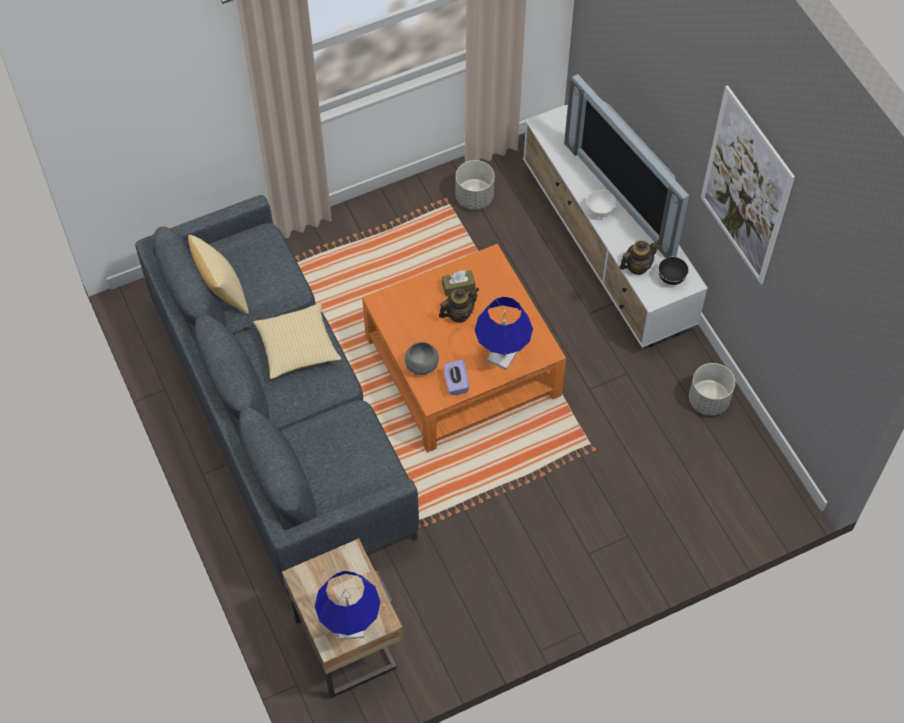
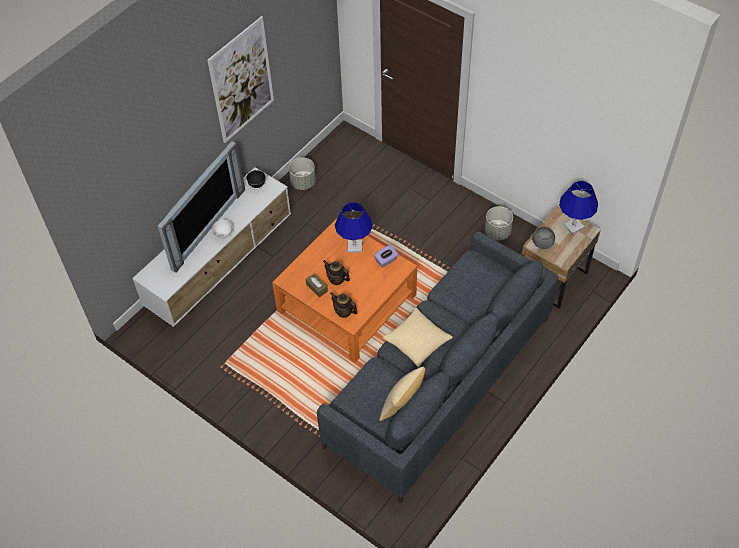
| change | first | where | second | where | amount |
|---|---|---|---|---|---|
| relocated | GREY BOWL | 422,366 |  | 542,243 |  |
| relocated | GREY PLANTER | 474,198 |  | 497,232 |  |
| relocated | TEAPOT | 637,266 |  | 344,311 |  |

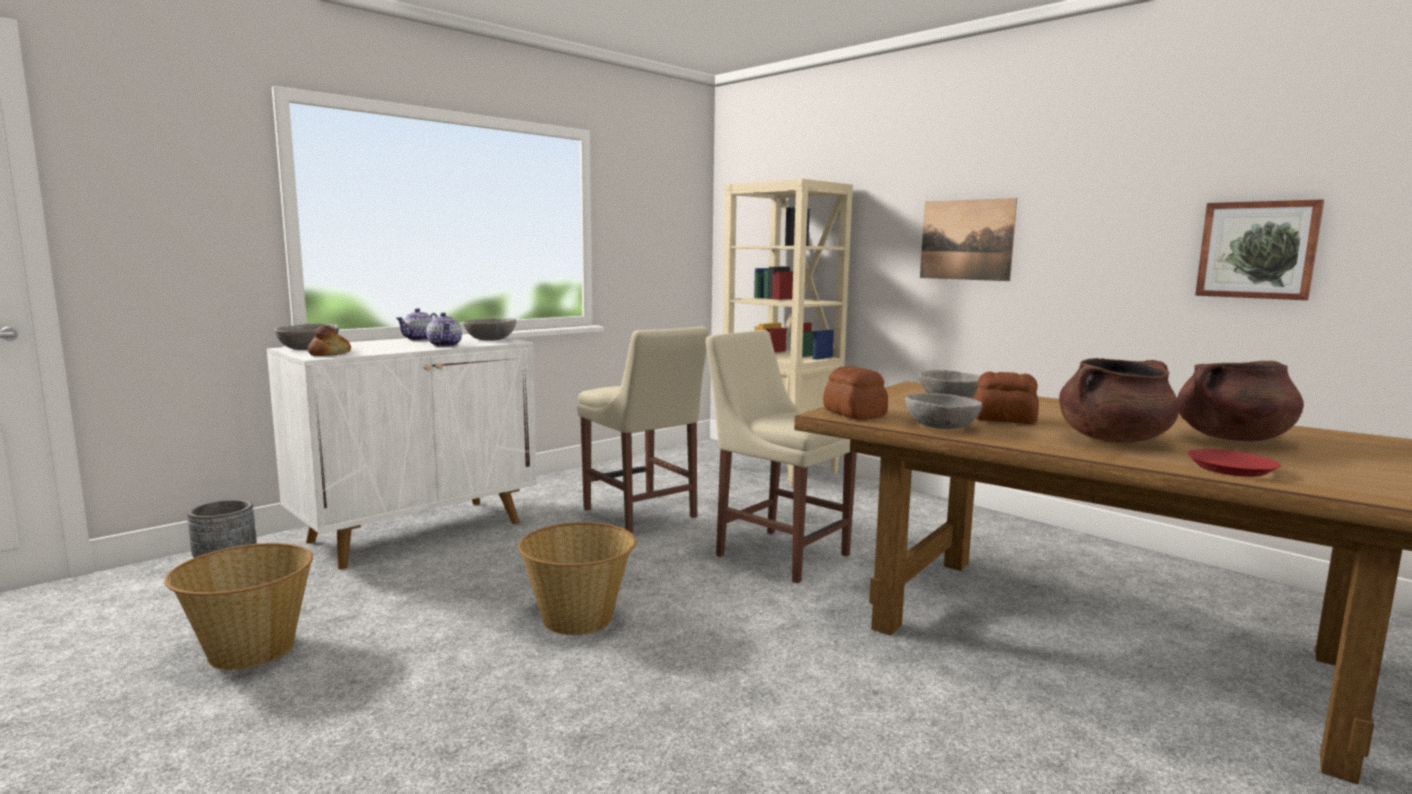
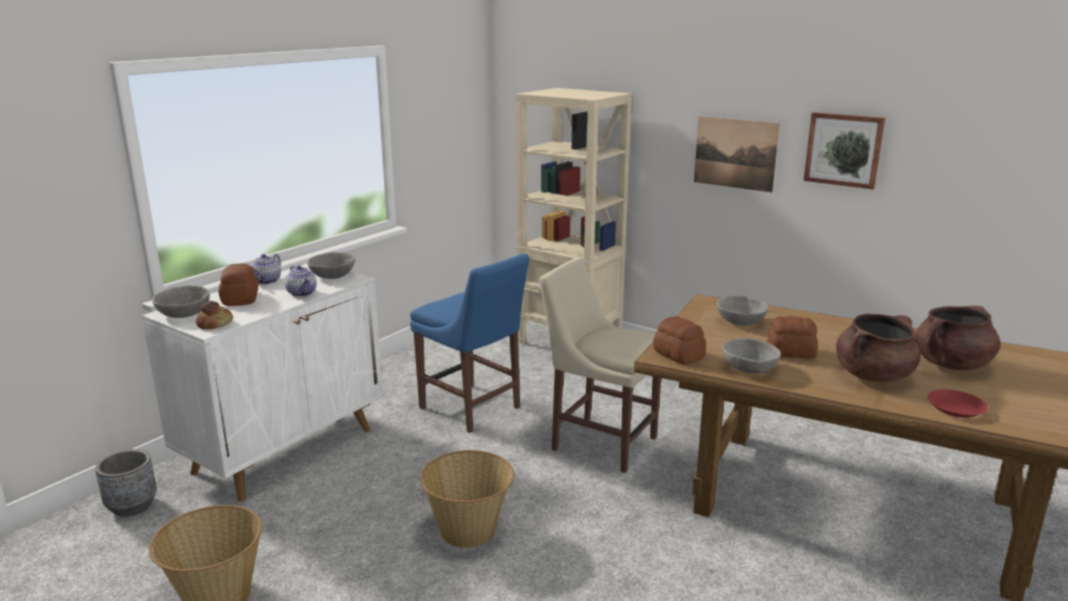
| change | first | where | second | where | amount |
|---|---|---|---|---|---|
| appeared |  |  | BREAD | 241,299 |  |
| relocated | PICTURE | 1257,250 |  | 844,149 |  |
| colour | BEIGE CHAIR | 642,515 | BLUE CHAIR | 473,409 |  |

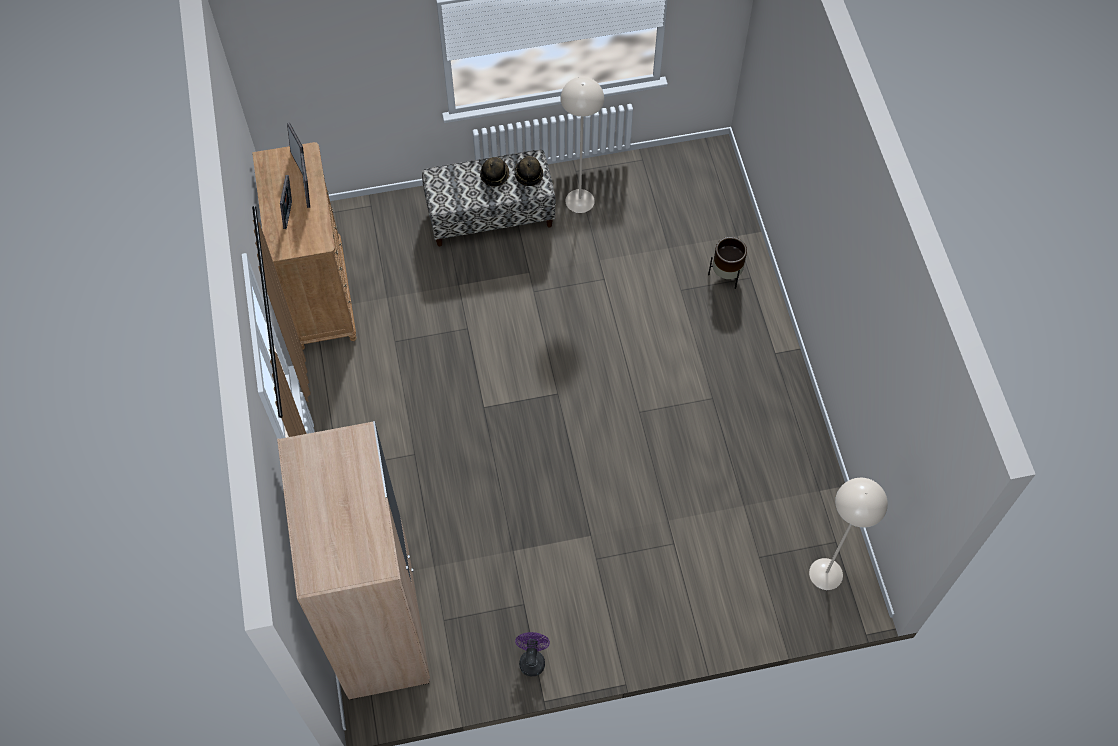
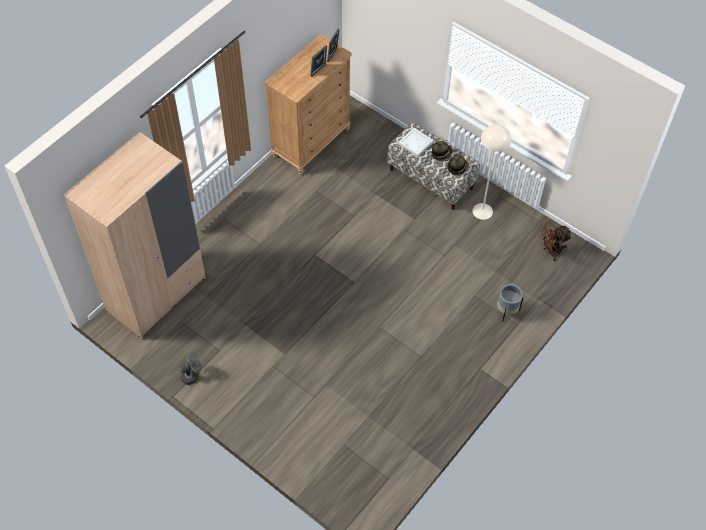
| change | first | where | second | where | amount |
|---|---|---|---|---|---|
| missing | PICTURE FRAME | 290,215 |  |  |  |
| missing | BEIGE FLOOR LAMP | 825,574 |  |  |  |
| appeared |  |  | WHITE TRAY | 415,143 |  |
| appeared |  |  | BROWN FAN | 550,252 |  |
| colour | PURPLE FAN | 532,659 | GREY FAN | 192,375 |  |
| colour | BROWN PLANTER | 726,275 | GREY PLANTER | 506,311 |  |

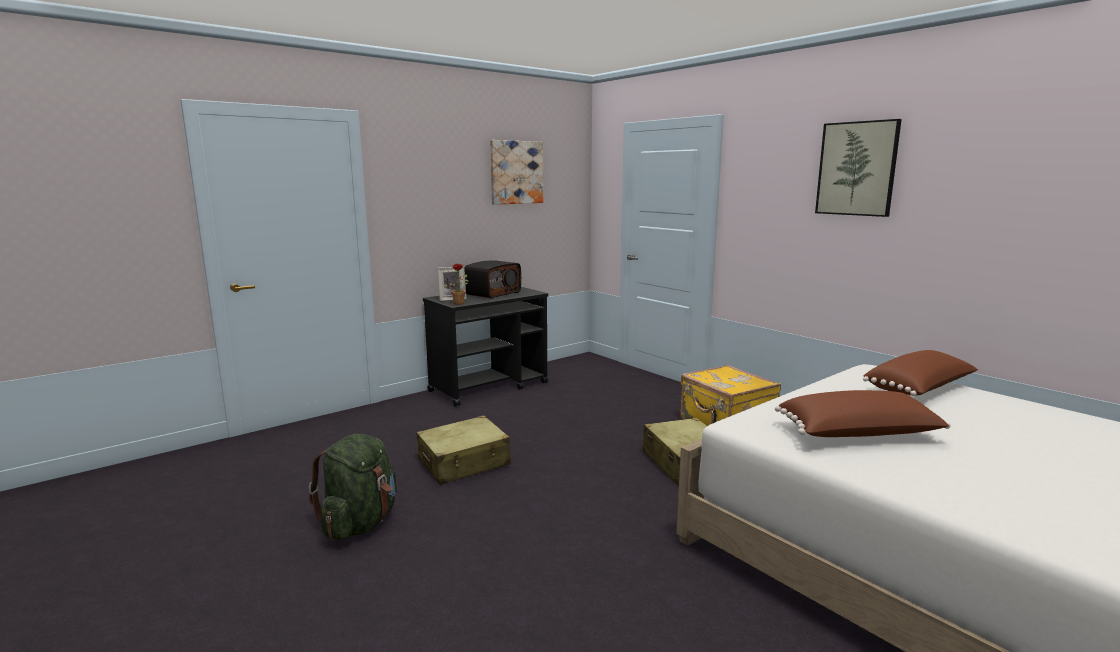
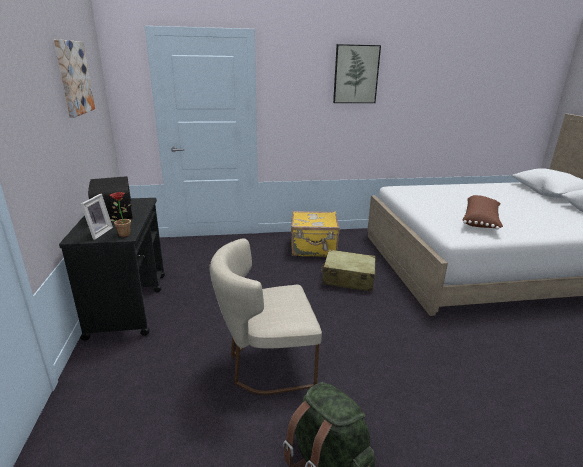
| change | first | where | second | where | amount |
|---|---|---|---|---|---|
| missing | BROWN PILLOW | 920,389 |  |  |  |
| exchanged | BEIGE SUITCASE | 464,462 | BEIGE CHAIR | 266,365 |  |

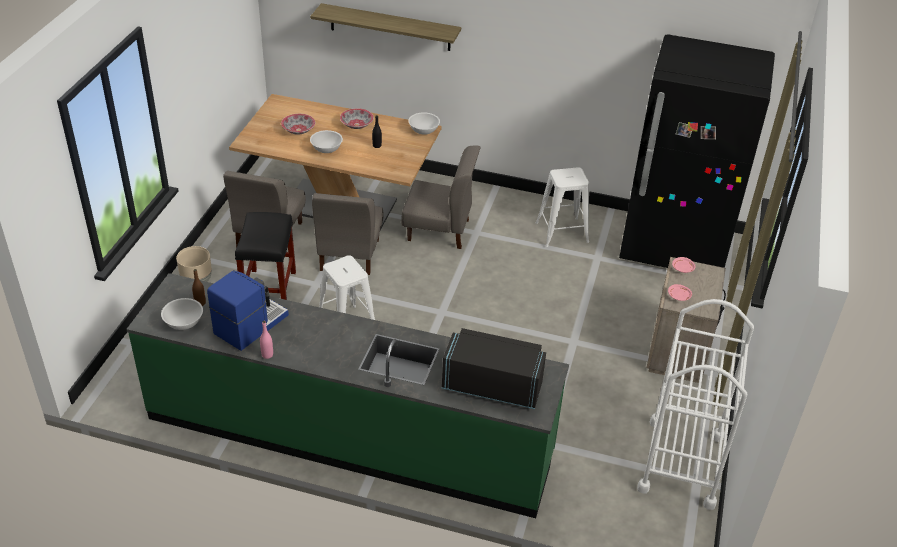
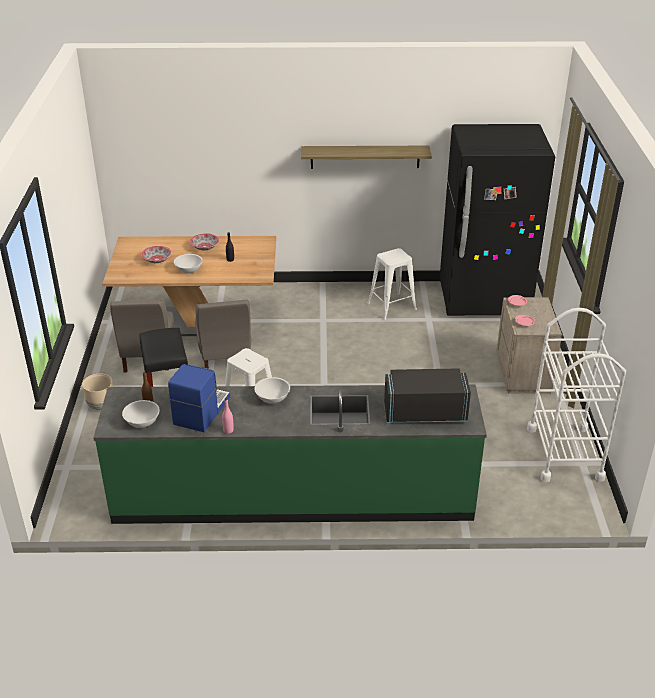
| change | first | where | second | where | amount |
|---|---|---|---|---|---|
| missing | GREY CHAIR | 439,230 |  |  |  |
| relocated | SHELF | 390,27 |  | 365,156 |  |
| relocated | WHITE BOWL | 424,130 |  | 272,398 |  |

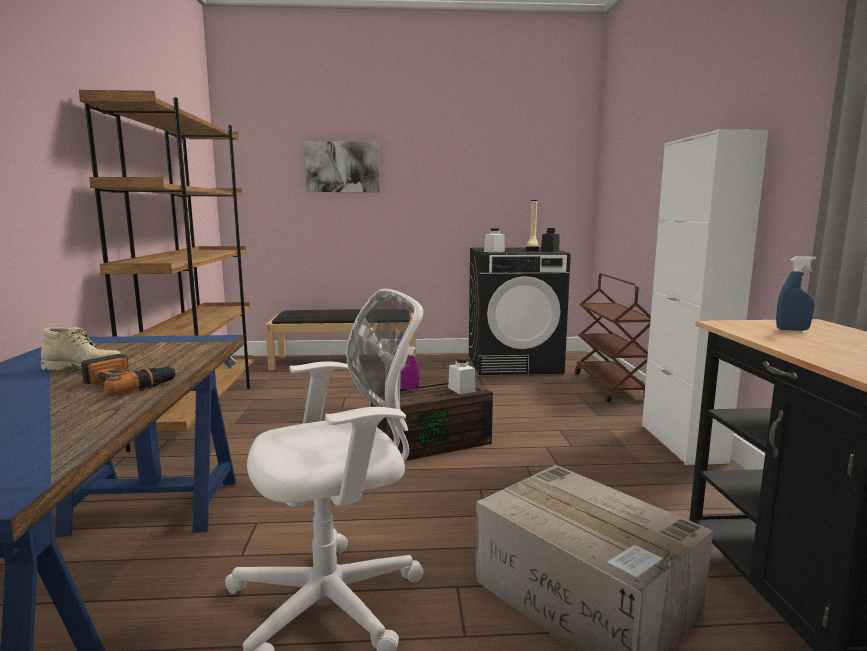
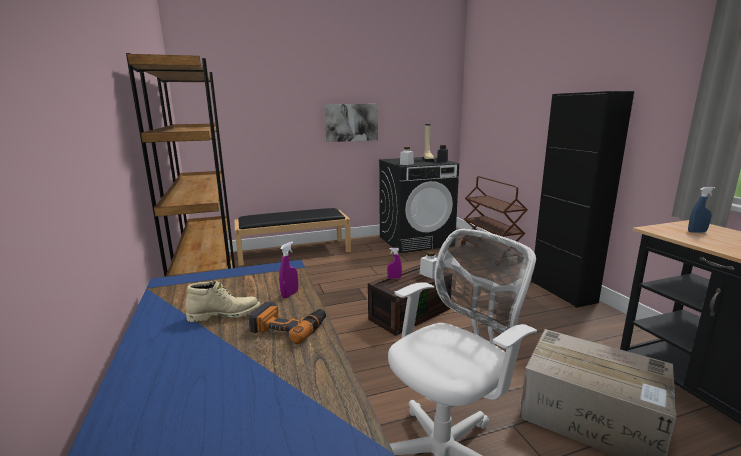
| change | first | where | second | where | amount |
|---|---|---|---|---|---|
| appeared |  |  | PURPLE SPRAY BOTTLE | 290,294 |  |
| relocated | PICTURE | 342,167 |  | 351,122 |  |
| colour | WHITE CABINET | 682,443 | BLACK CABINET | 562,292 |  |

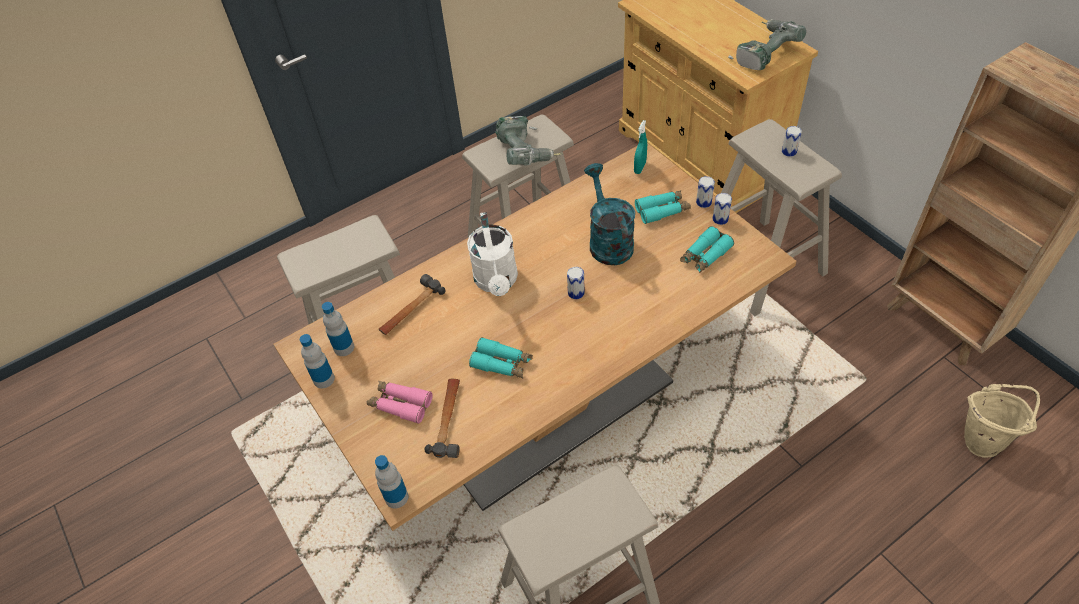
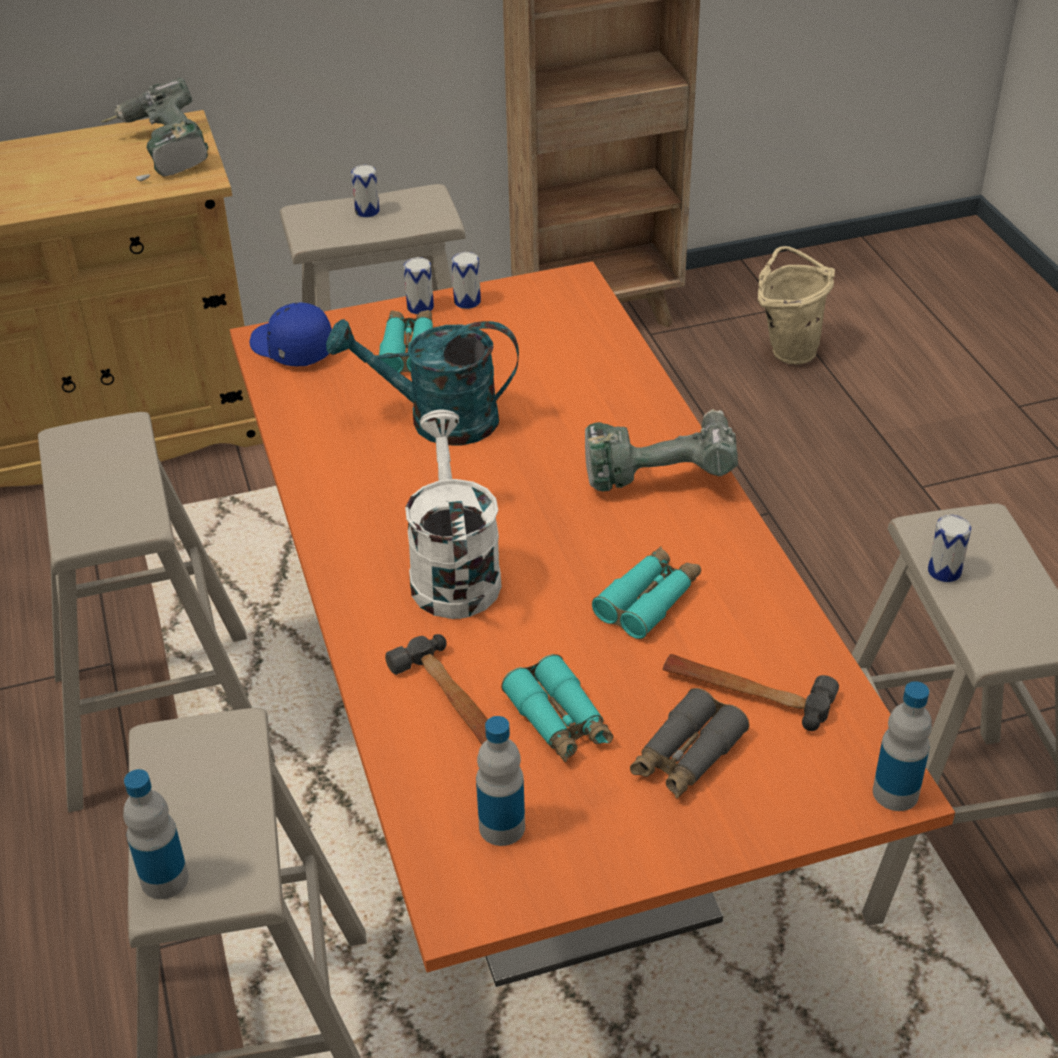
| change | first | where | second | where | amount |
|---|---|---|---|---|---|
| relocated | BOTTLE | 324,379 |  | 164,879 |  |
| relocated | POWER DRILL | 526,153 |  | 659,470 |  |
| relocated | CAN | 576,293 |  | 944,571 |  |
| relocated | TURQUOISE BINOCULARS | 705,255 |  | 559,721 |  |
| exchanged | TURQUOISE SPRAY BOTTLE | 640,168 | BLUE CAP | 291,349 |  |
| colour | BEIGE DINING TABLE | 548,405 | ORANGE DINING TABLE | 535,773 |  |
| colour | PINK BINOCULARS | 400,404 | GREY BINOCULARS | 686,756 |  |
| spun | WHITE WATERING CAN | 497,282 |  | 452,570 | 105 degrees counterclockwise |

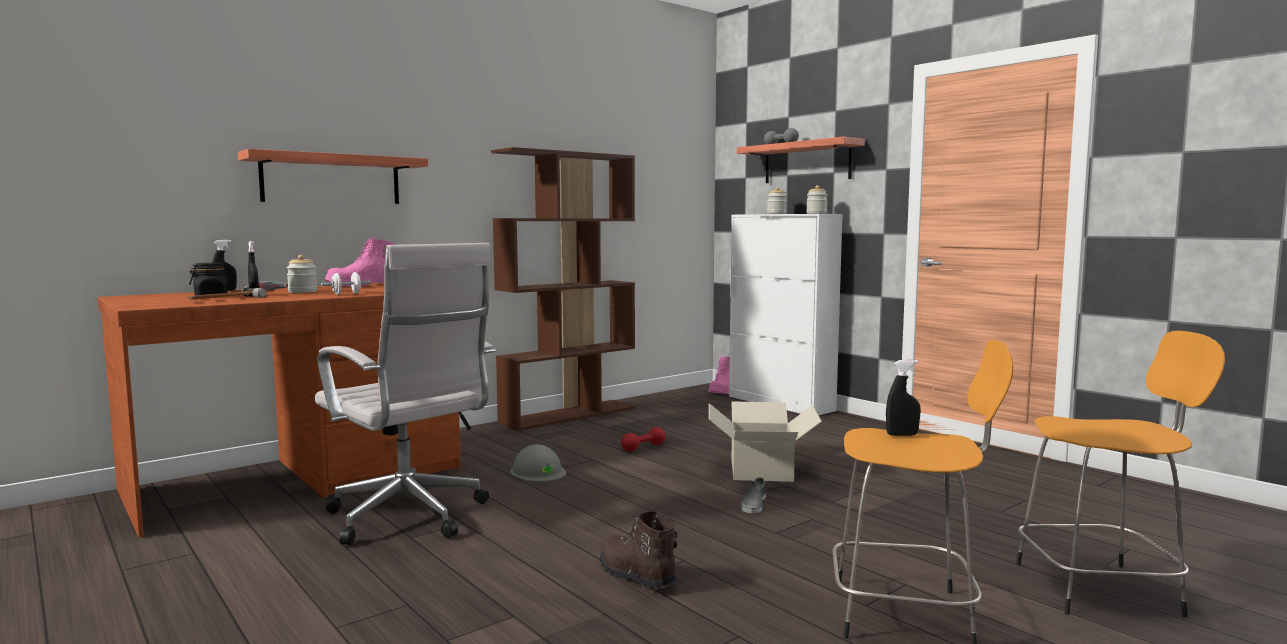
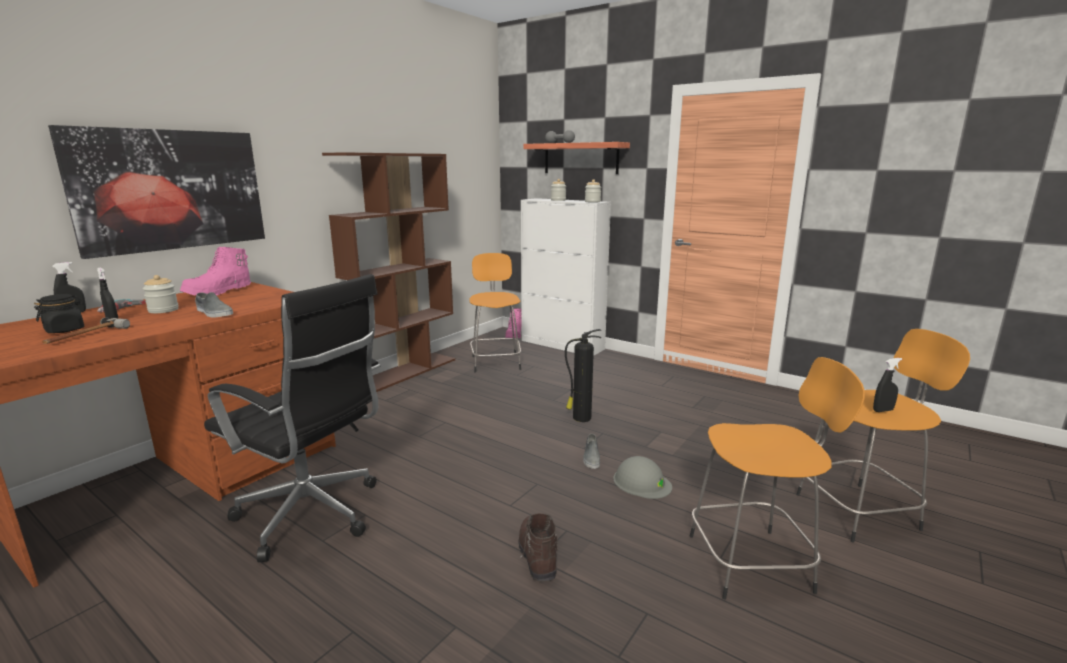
| change | first | where | second | where | amount |
|---|---|---|---|---|---|
| missing | RED DUMBBELL | 643,448 |  |  |  |
| appeared |  |  | ORANGE STOOL | 496,362 |  |
| relocated | GREY HARD HAT | 538,471 |  | 641,482 |  |
| relocated | BLACK SPRAY BOTTLE | 902,435 |  | 883,410 |  |
| exchanged | SHELF | 331,179 | PICTURE | 171,190 |  |
| exchanged | WHITE DUMBBELL | 346,294 | GREY SHOE | 214,313 |  |
| exchanged | CARDBOARD BOX | 762,470 | FIRE EXTINGUISHER | 580,418 |  |
| colour | WHITE OFFICE CHAIR | 411,518 | BLACK OFFICE CHAIR | 313,516 |  |
| spun | BROWN BOOT | 635,576 |  | 537,556 | 45 degrees clockwise |

